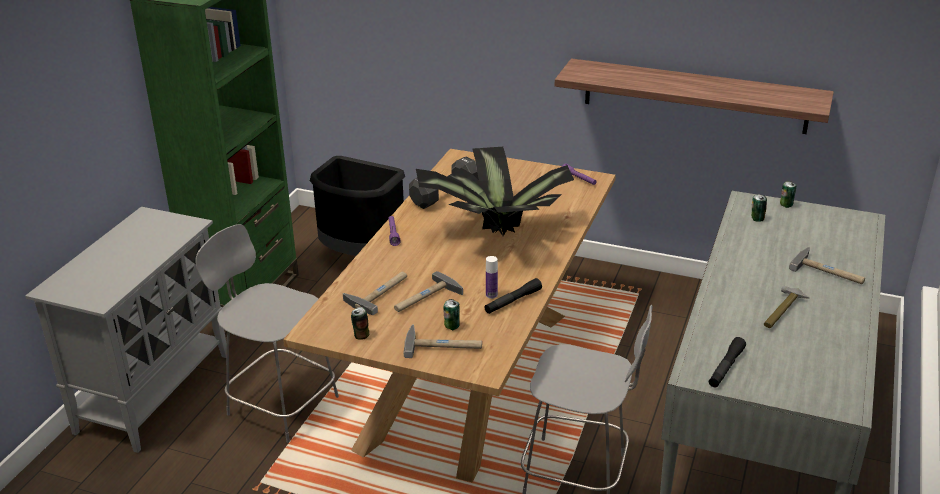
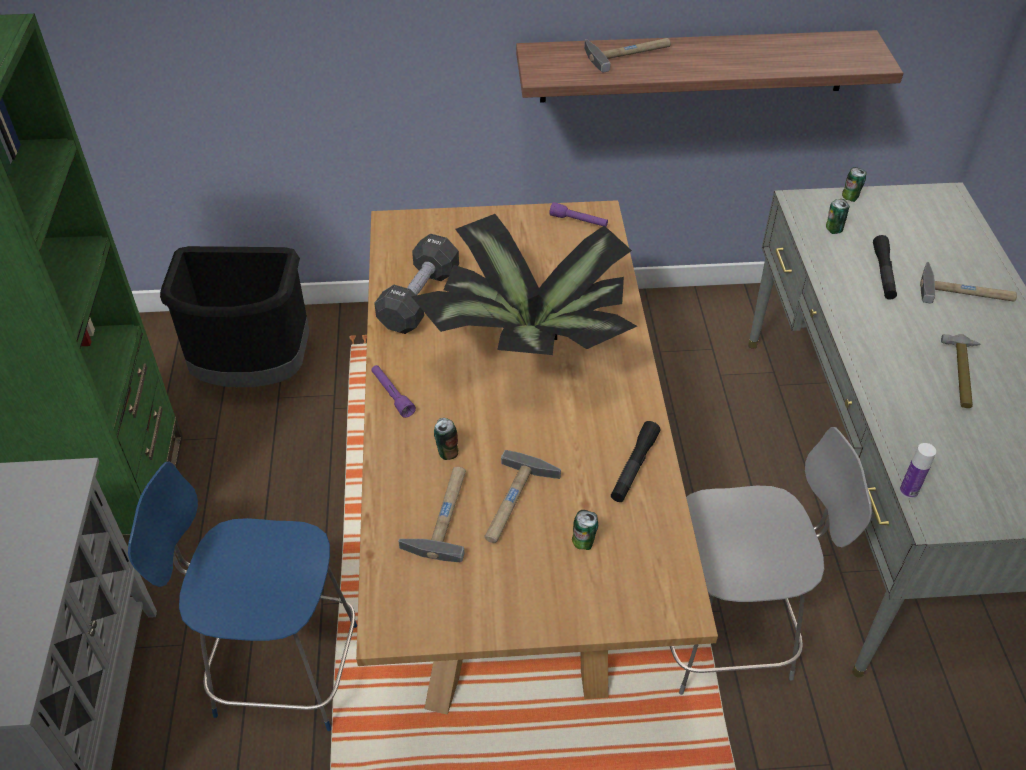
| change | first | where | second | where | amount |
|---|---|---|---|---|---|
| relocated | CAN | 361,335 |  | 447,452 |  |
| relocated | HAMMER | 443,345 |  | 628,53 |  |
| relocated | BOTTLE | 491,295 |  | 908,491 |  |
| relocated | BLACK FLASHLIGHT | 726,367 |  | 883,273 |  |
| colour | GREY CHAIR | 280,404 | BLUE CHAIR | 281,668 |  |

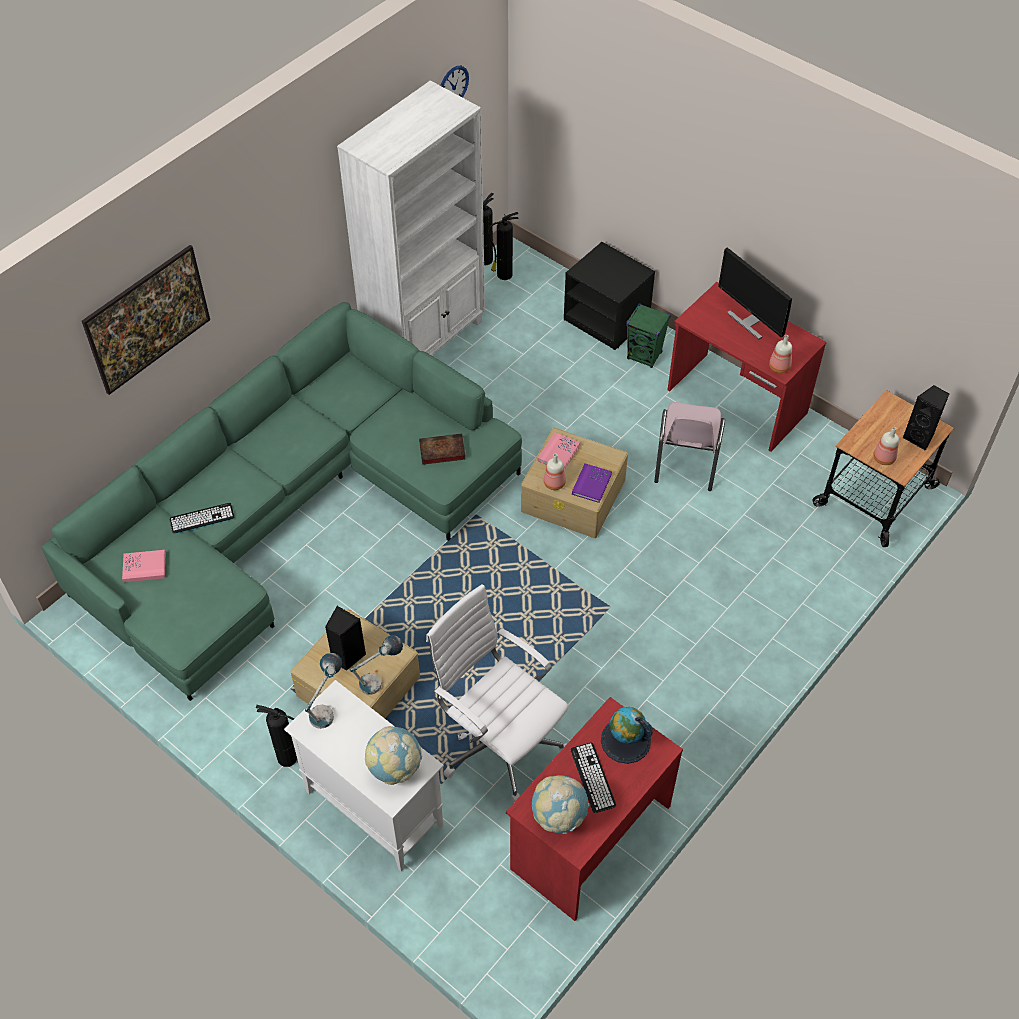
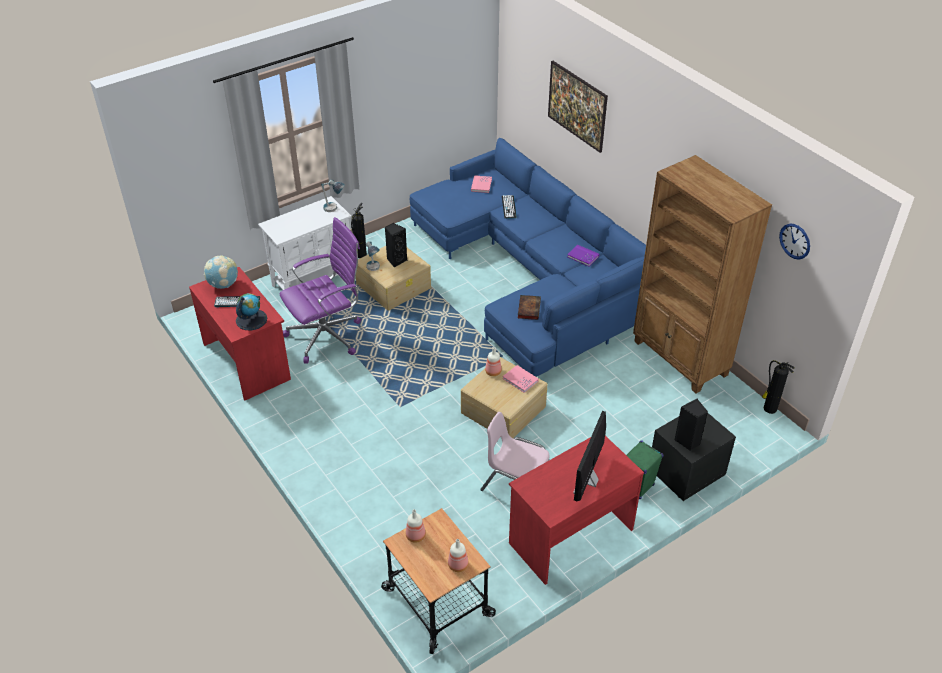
| change | first | where | second | where | amount |
|---|---|---|---|---|---|
| missing | GLOBE | 394,767 |  |  |  |
| missing | FIRE EXTINGUISHER | 503,275 |  |  |  |
| relocated | PURPLE BOOK | 591,484 |  | 583,256 |  |
| relocated | BOTTLE | 778,366 |  | 458,565 |  |
| relocated | BLACK SPEAKER | 920,438 |  | 688,442 |  |
| colour | GREEN SOFA | 292,511 | BLUE SOFA | 534,275 |  |
| colour | WHITE BOOKCASE | 426,339 | BROWN BOOKCASE | 680,359 |  |
| colour | WHITE OFFICE CHAIR | 499,742 | PURPLE OFFICE CHAIR | 327,336 |  |
| spun | MONITOR | 749,321 |  | 588,480 | 45 degrees counterclockwise |

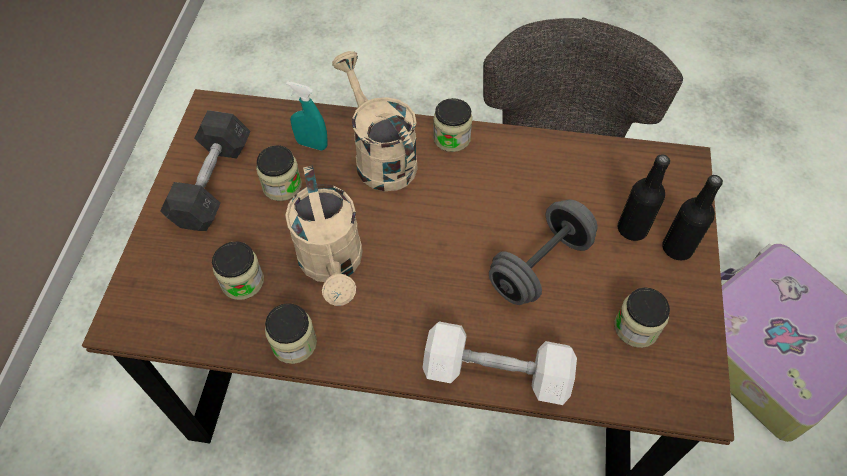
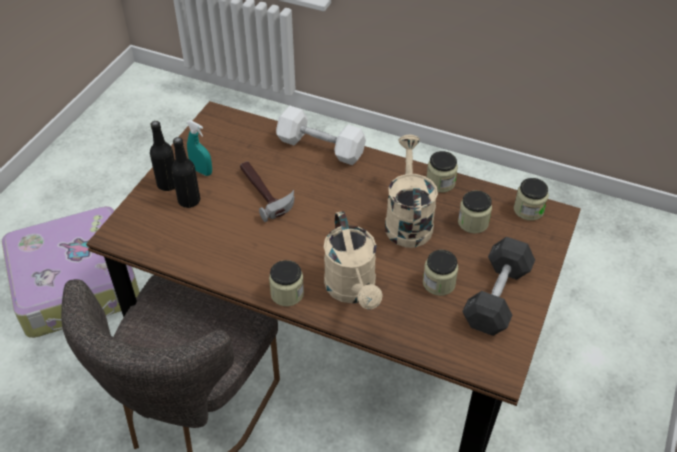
| change | first | where | second | where | amount |
|---|---|---|---|---|---|
| relocated | TURQUOISE SPRAY BOTTLE | 312,144 |  | 201,171 |  |
| relocated | JAR | 636,327 |  | 528,210 |  |
| exchanged | GREY DUMBBELL | 539,266 | HAMMER | 266,192 |  |

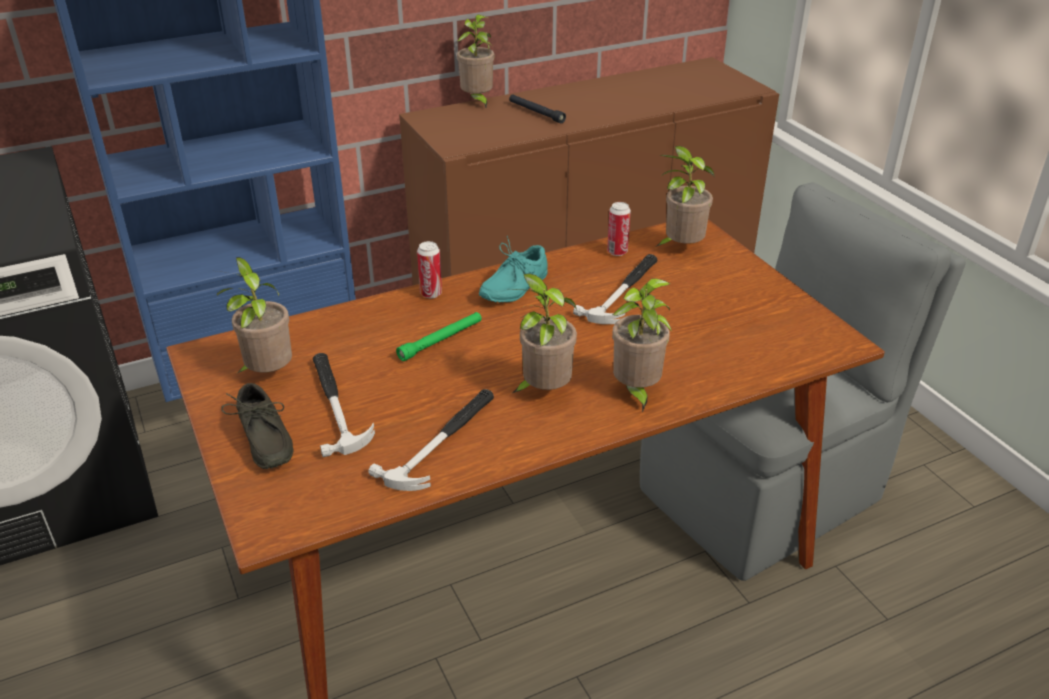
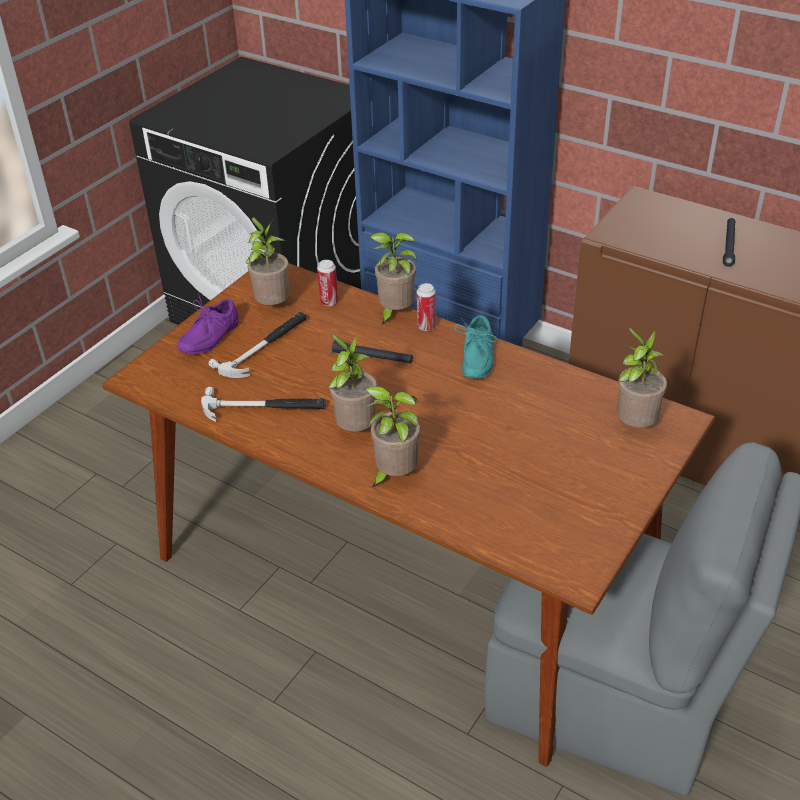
| change | first | where | second | where | amount |
|---|---|---|---|---|---|
| missing | HAMMER | 624,292 |  |  |  |
| relocated | POTTED PLANT | 477,101 |  | 394,313 |  |
| relocated | CAN | 617,252 |  | 329,302 |  |
| colour | GREY SHOE | 262,442 | PURPLE SHOE | 207,337 |  |
| colour | GREEN FLASHLIGHT | 441,341 | BLACK FLASHLIGHT | 372,357 |  |
| spun | TURQUOISE SHOE | 511,287 |  | 474,359 | 90 degrees counterclockwise |

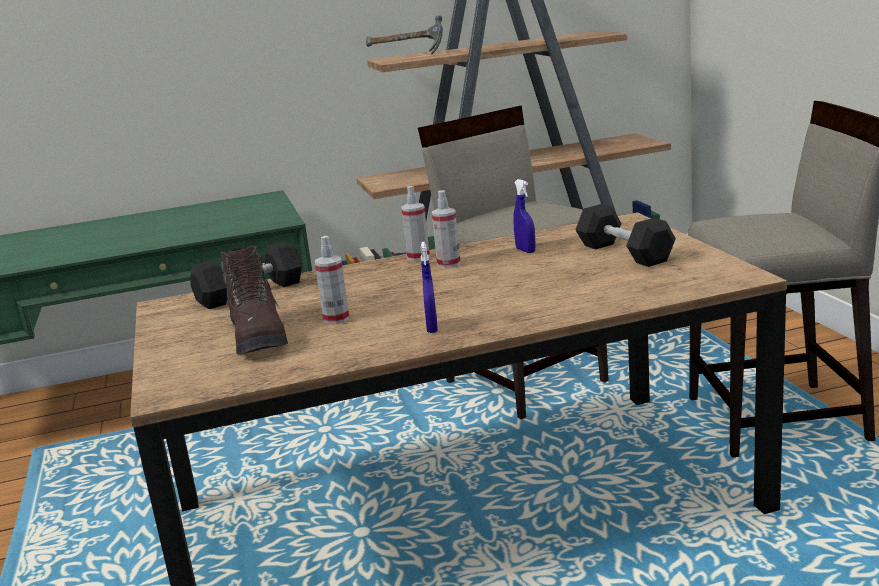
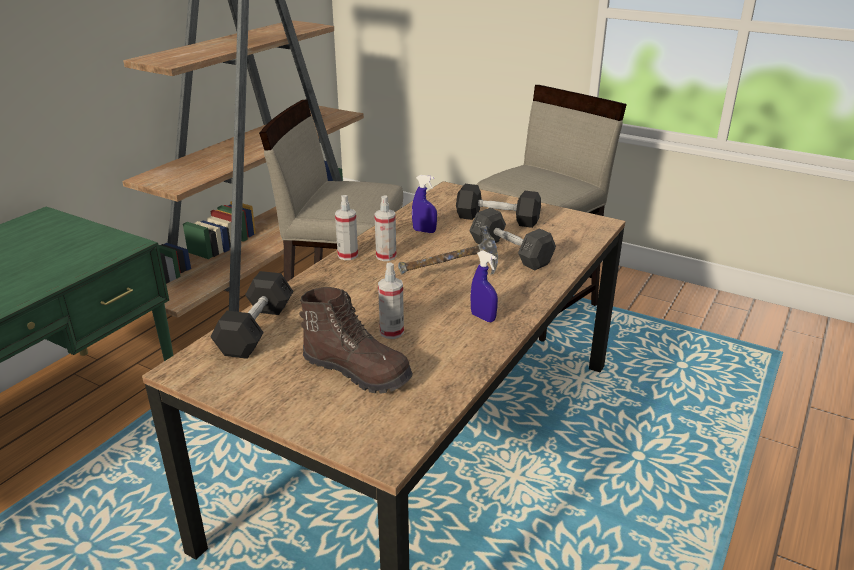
| change | first | where | second | where | amount |
|---|---|---|---|---|---|
| appeared |  |  | GREY DUMBBELL | 510,253 |  |
| relocated | HAMMER | 408,55 |  | 451,276 |  |

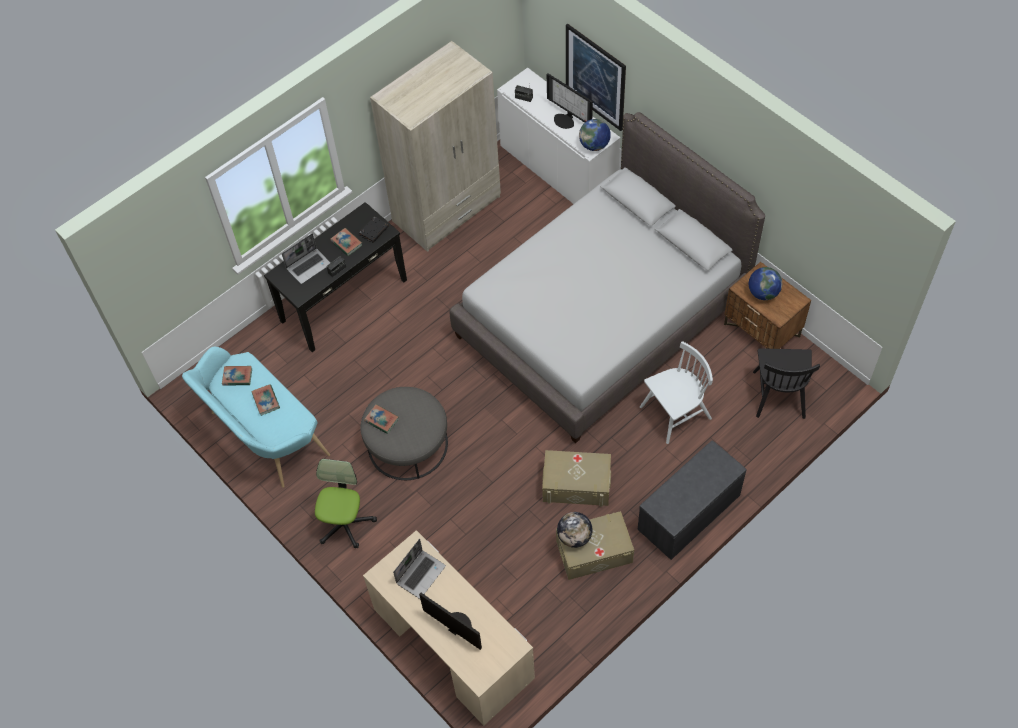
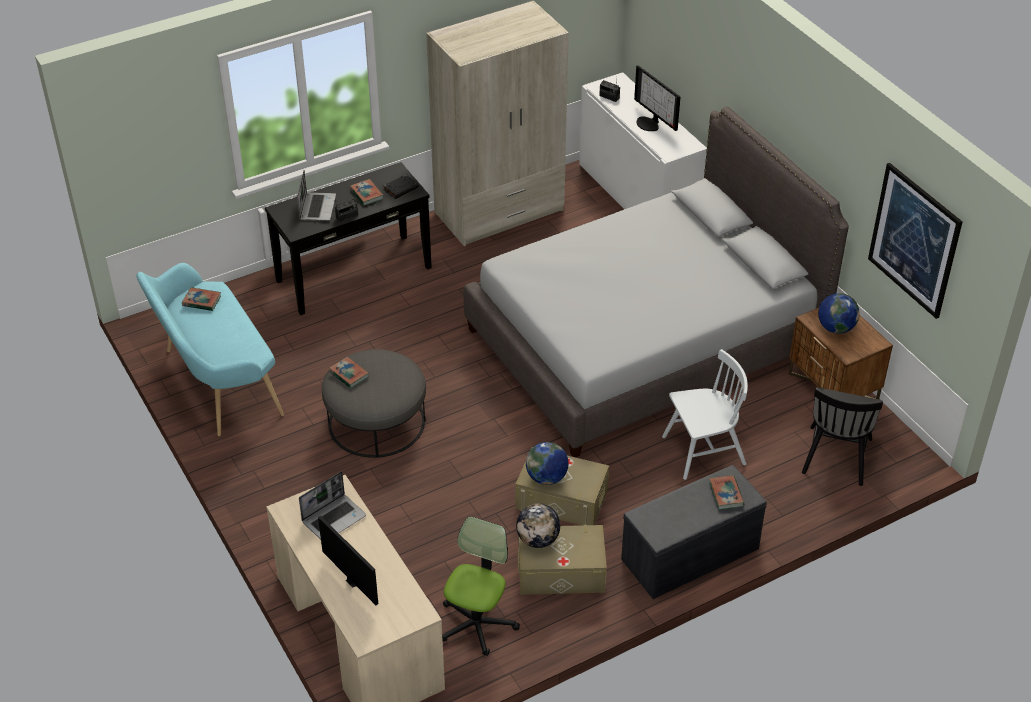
| change | first | where | second | where | amount |
|---|---|---|---|---|---|
| relocated | BOOK | 266,401 |  | 726,494 |  |
| relocated | OFFICE CHAIR | 344,523 |  | 477,624 |  |
| relocated | PICTURE | 595,77 |  | 914,240 |  |
| relocated | GLOBE | 594,145 |  | 546,477 |  |
| spun | LAPTOP | 309,266 |  | 317,207 | 60 degrees counterclockwise |

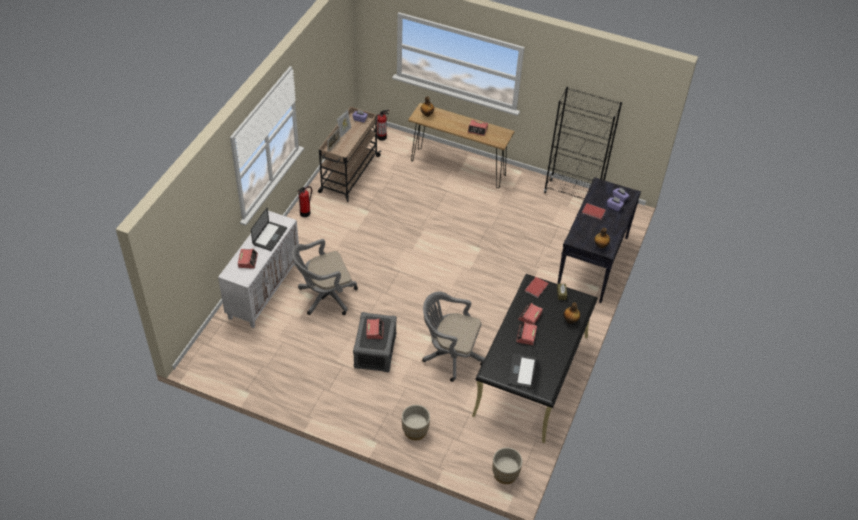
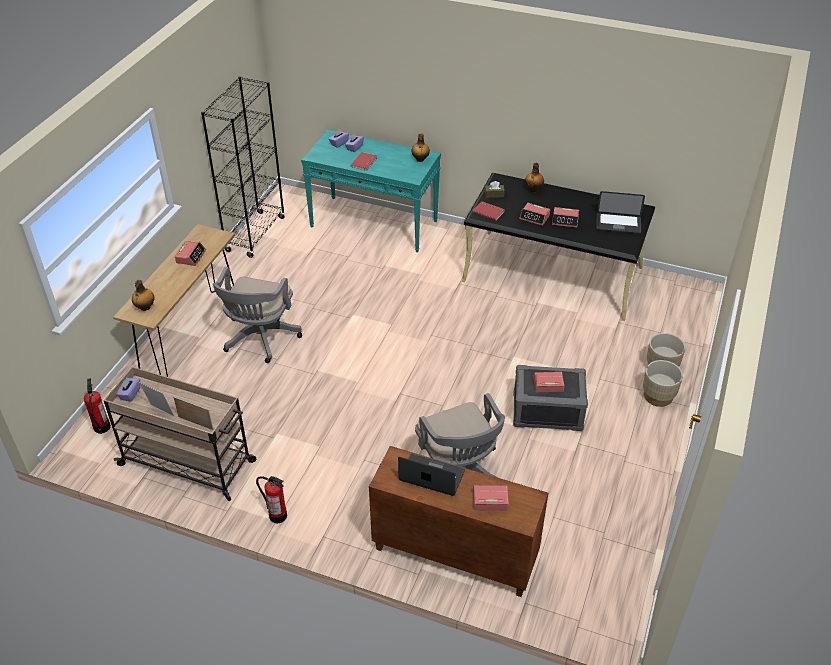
| change | first | where | second | where | amount |
|---|---|---|---|---|---|
| relocated | GREY OFFICE CHAIR | 450,355 |  | 259,339 |  |
| relocated | BEIGE PLANTER | 505,474 |  | 658,396 |  |
| colour | WHITE CABINET | 263,290 | BROWN CABINET | 453,554 |  |
| colour | BLACK CONSOLE TABLE | 593,263 | TURQUOISE CONSOLE TABLE | 374,224 |  |

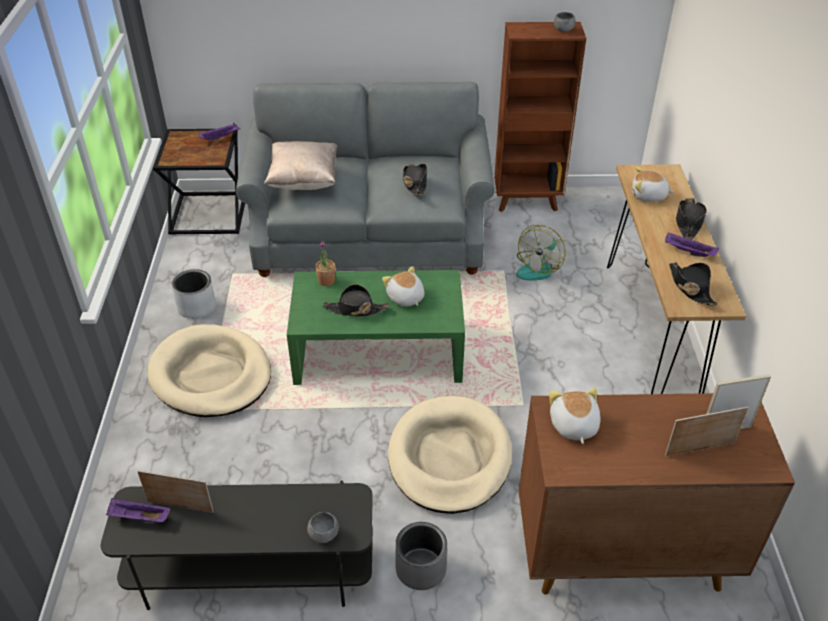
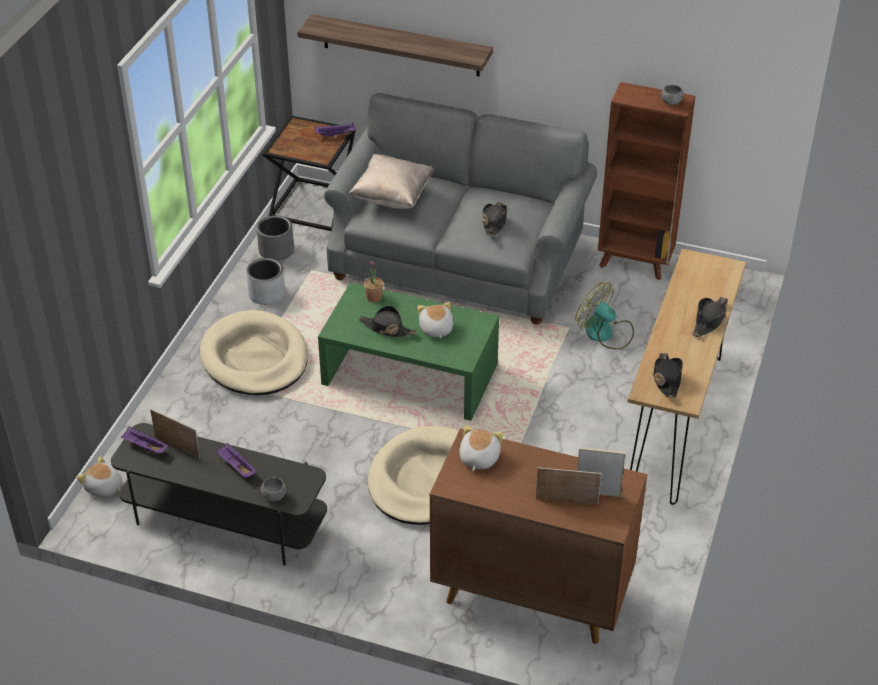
| change | first | where | second | where | amount |
|---|---|---|---|---|---|
| appeared |  |  | SHELF | 401,45 |  |
| relocated | GREY PLANTER | 420,568 |  | 276,250 |  |
| relocated | PLUSH TOY | 648,196 |  | 103,488 |  |
| relocated | PURPLE TRAY | 688,252 |  | 236,466 |  |
| spun | FAN | 538,268 |  | 605,333 | 75 degrees clockwise |

